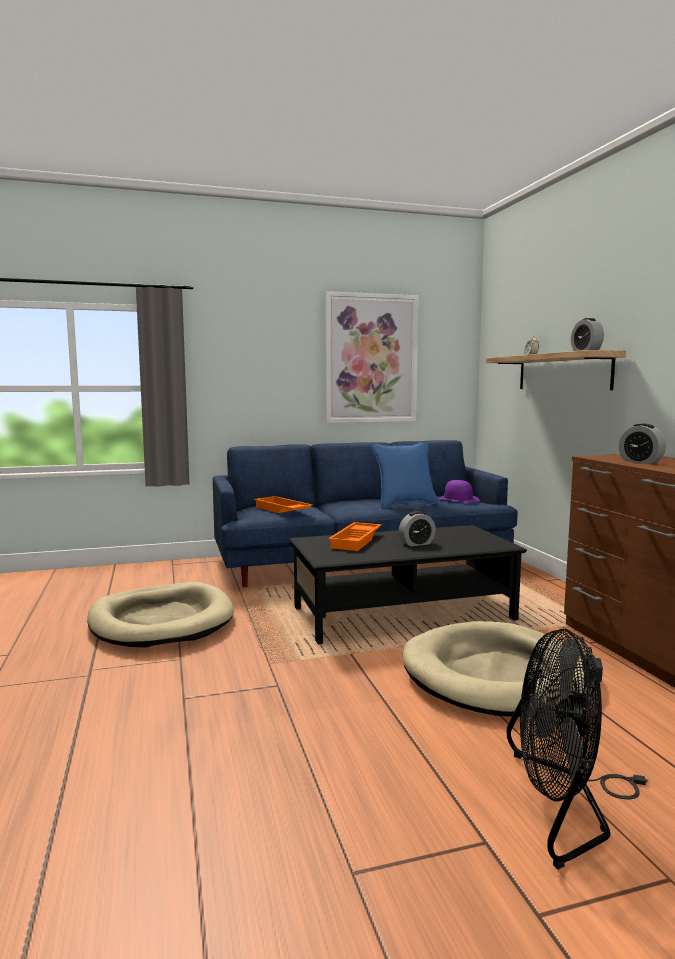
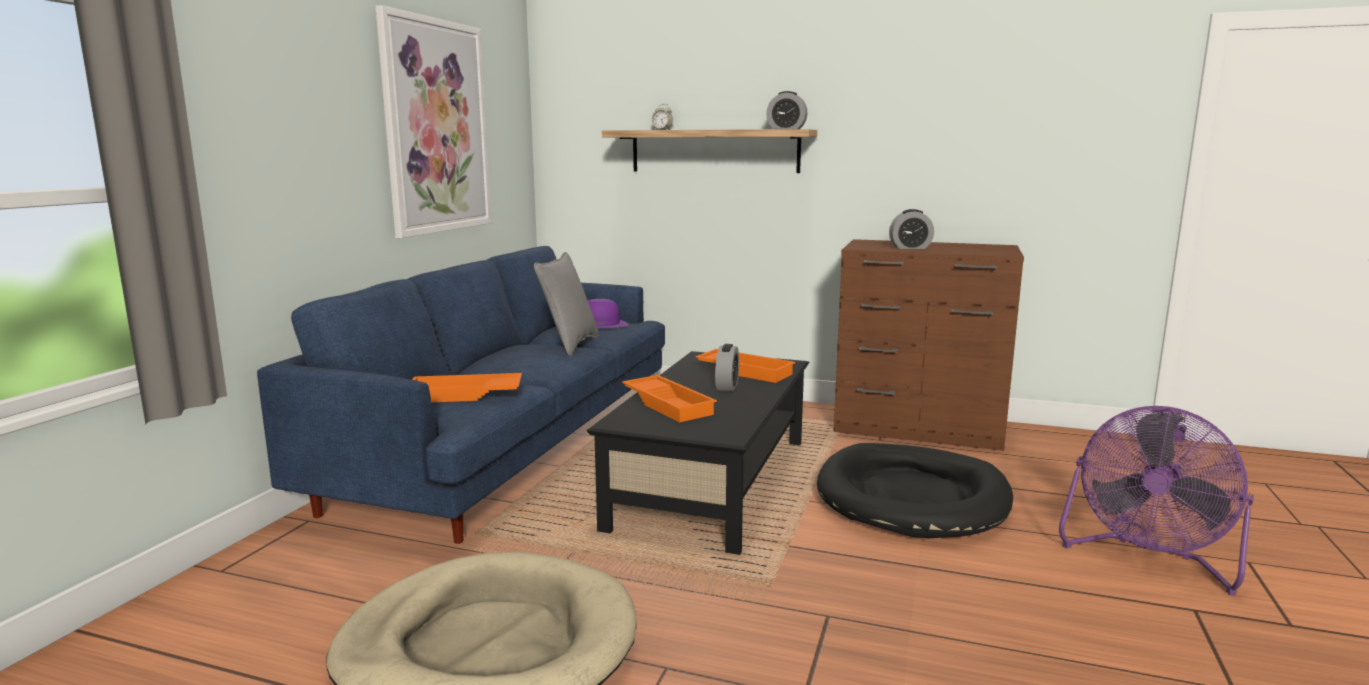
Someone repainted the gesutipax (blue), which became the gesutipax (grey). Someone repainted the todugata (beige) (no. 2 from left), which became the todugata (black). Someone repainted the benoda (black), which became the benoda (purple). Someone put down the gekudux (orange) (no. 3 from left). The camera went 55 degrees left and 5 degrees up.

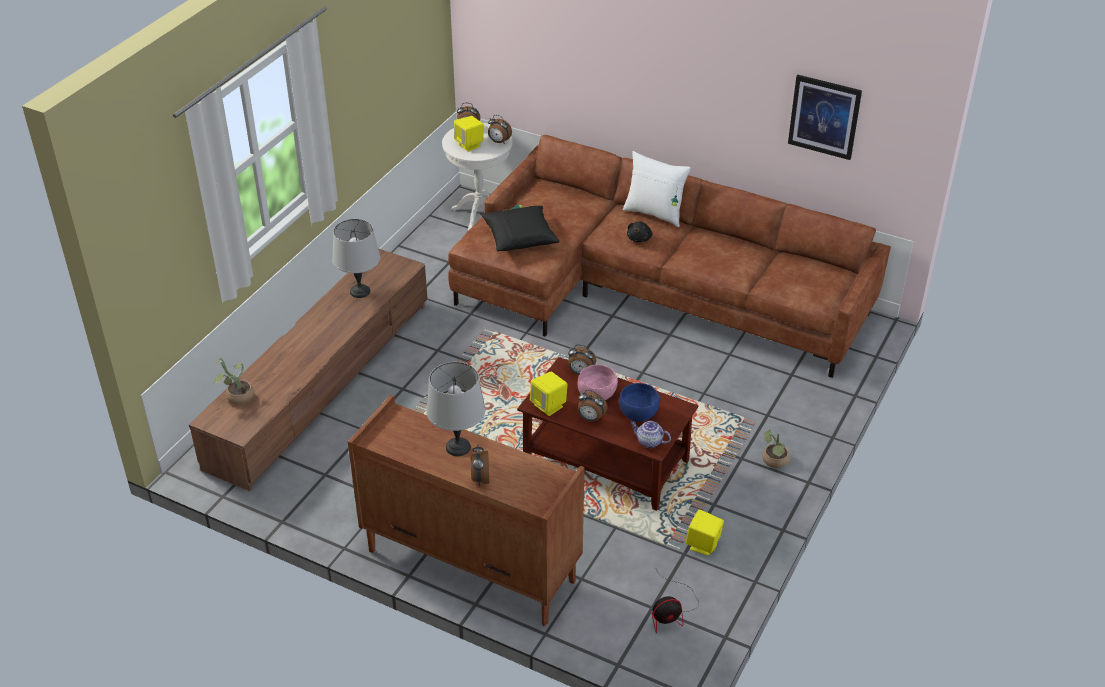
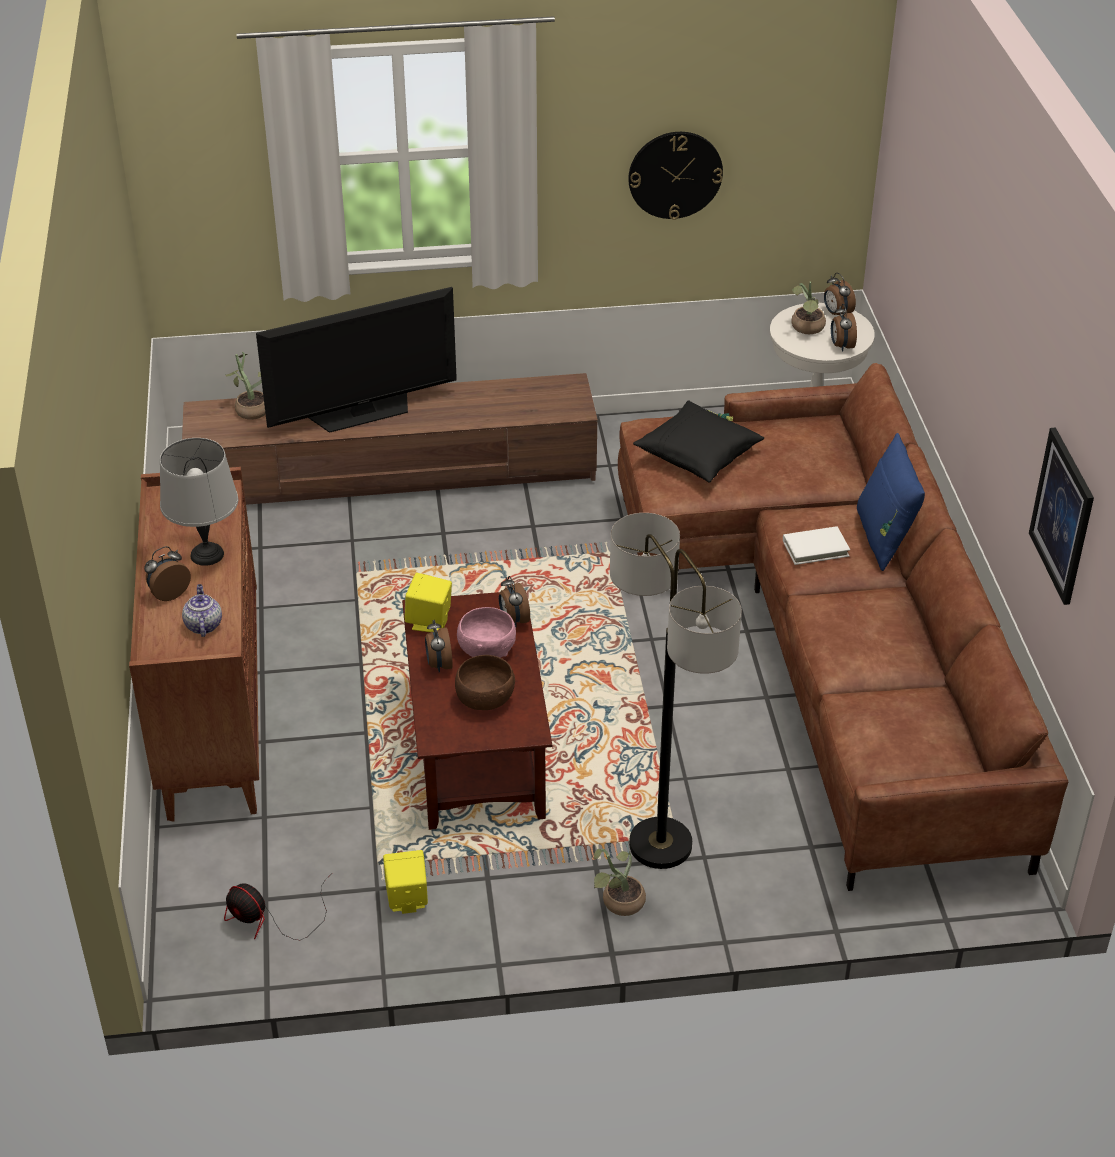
Someone took away the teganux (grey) (no. 1 from left). Someone swapped the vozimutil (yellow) (no. 1 from left) for the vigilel (no. 3 from left). Someone repainted the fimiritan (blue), which became the fimiritan (brown). Someone repainted the gesutipax (white), which became the gesutipax (blue). Someone swapped the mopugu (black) for the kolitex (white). Someone carried the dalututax. Someone put down the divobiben. Someone put down the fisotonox. Someone put up the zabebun. The camera went 55 degrees right and 0 degrees up.

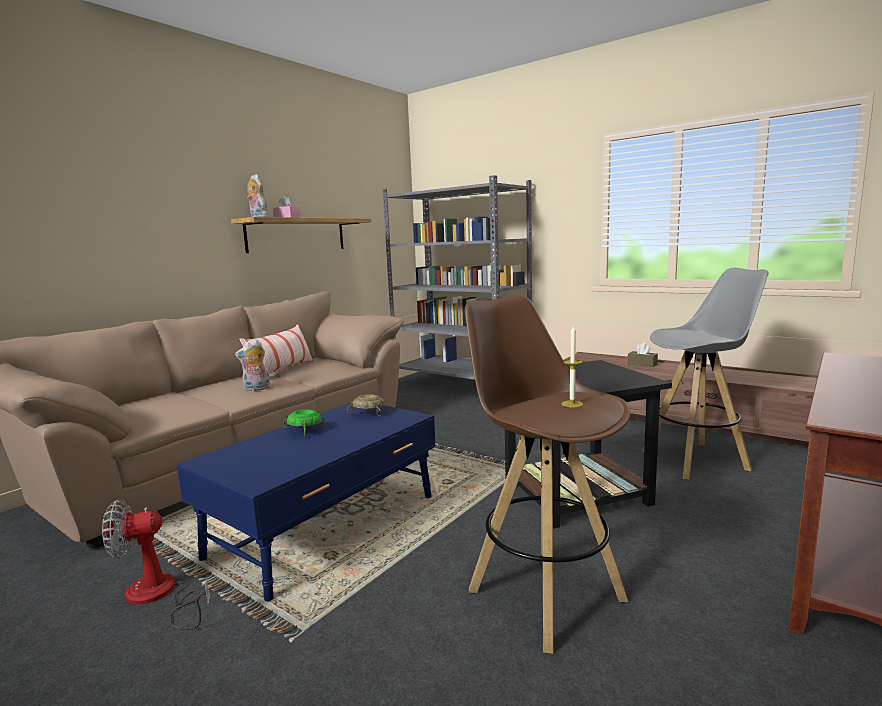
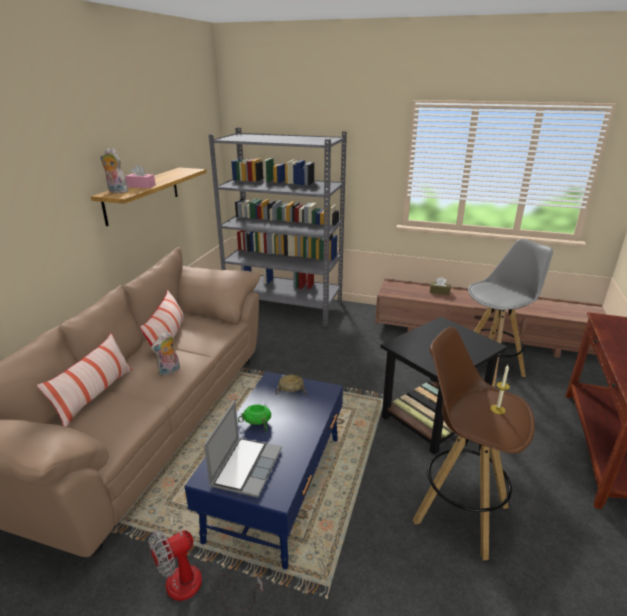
Someone put down the gesutipax (no. 1 from left). Someone put down the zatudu. The camera went 20 degrees left and 15 degrees up.

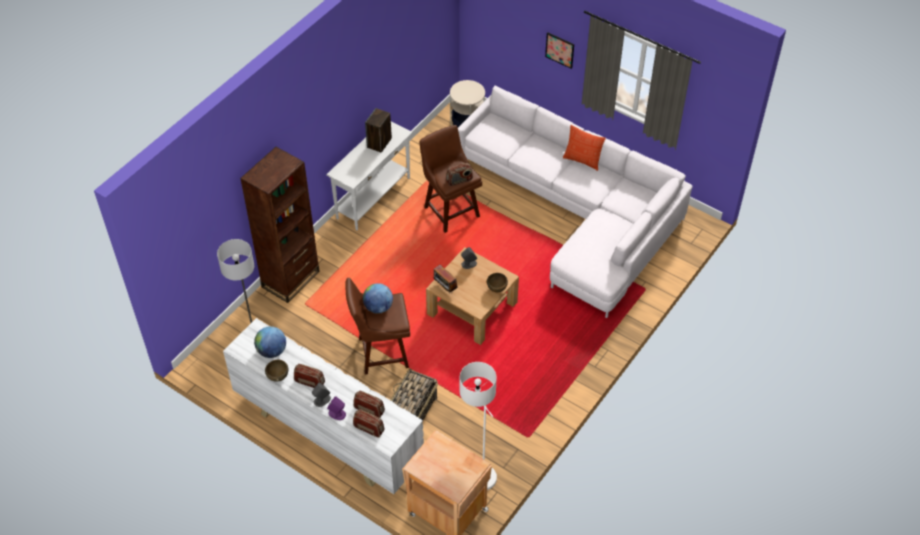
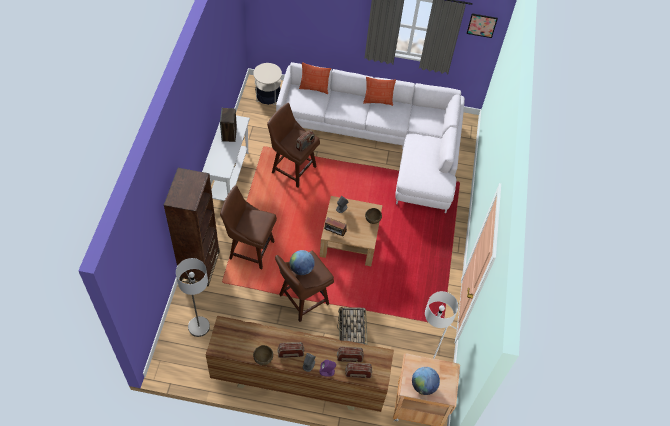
Someone repainted the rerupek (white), which became the rerupek (brown). Someone carried the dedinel (no. 1 from left in the first image). Someone carried the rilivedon. Someone put down the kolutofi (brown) (no. 1 from left). Someone put down the gesutipax (orange) (no. 1 from left). The camera went 30 degrees left and 5 degrees up.

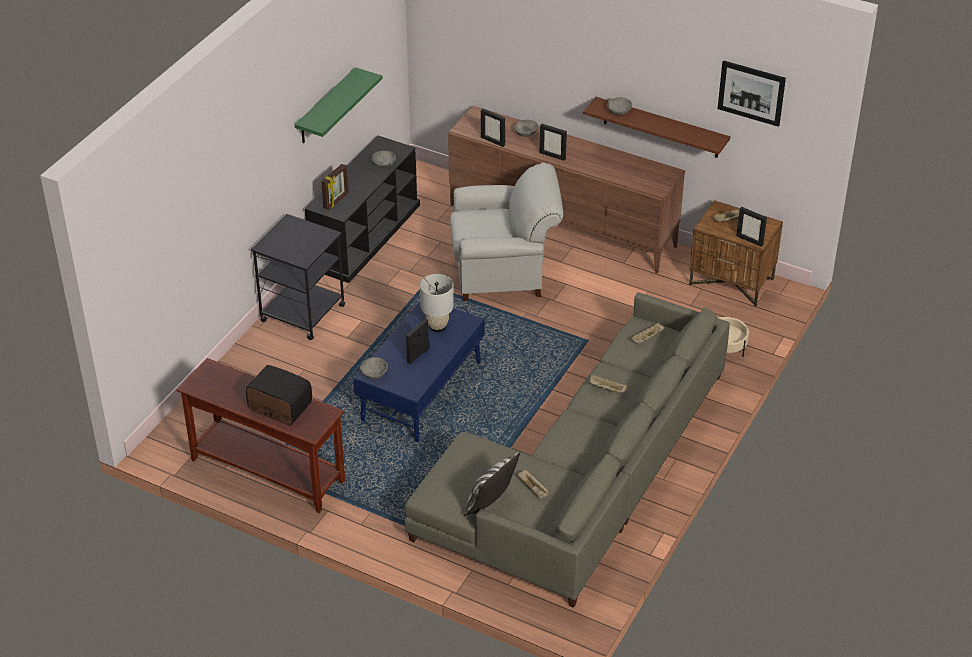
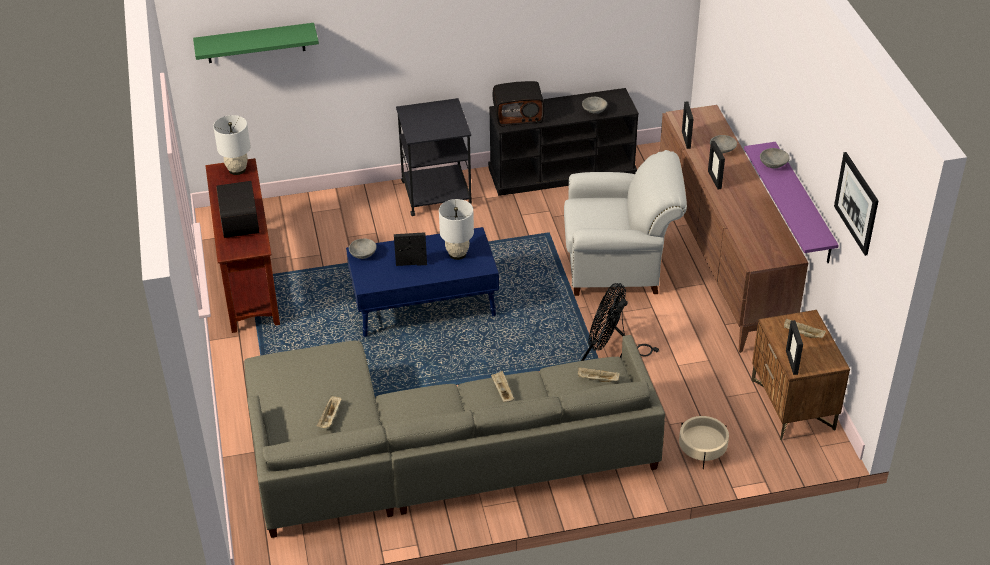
Someone carried the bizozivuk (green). Someone swapped the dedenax (no. 1 from left) for the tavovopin (no. 2 from left). Someone rotated the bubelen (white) by 45 degrees counterclockwise. Someone took away the gesutipax. Someone repainted the bizozivuk (brown), which became the bizozivuk (purple). Someone put down the teganux (white) (no. 1 from left). Someone put down the benoda (black). The camera went 50 degrees right and 0 degrees up.

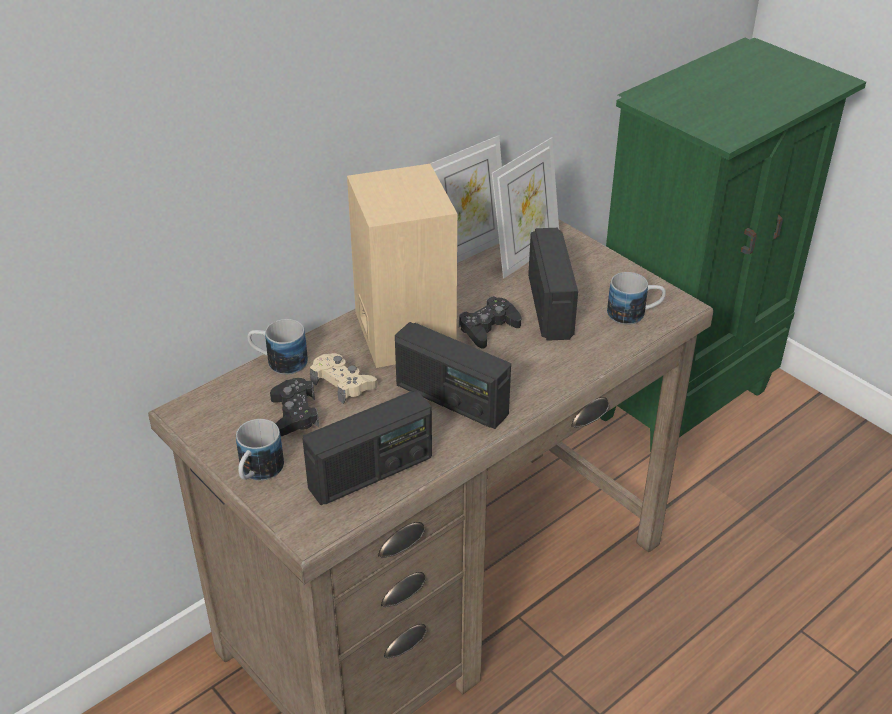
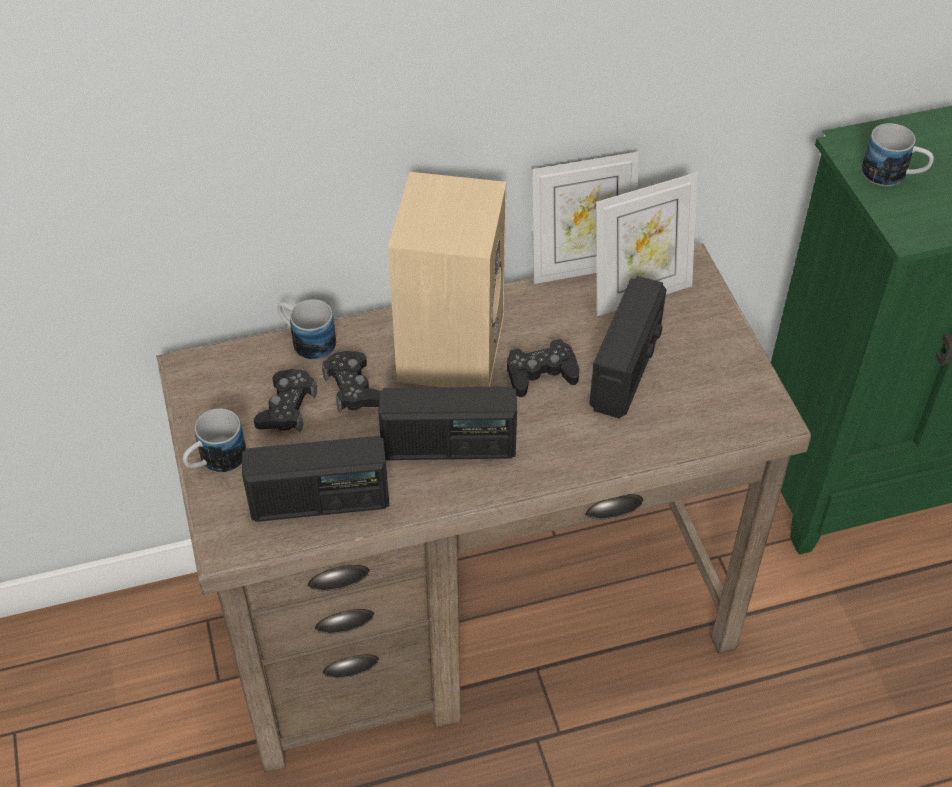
Someone repainted the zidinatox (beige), which became the zidinatox (black) (no. 2 from left). Someone rotated the tavovopin (no. 2 from left) by 60 degrees counterclockwise. Someone carried the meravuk (no. 3 from left). The camera went 25 degrees right and 10 degrees up.

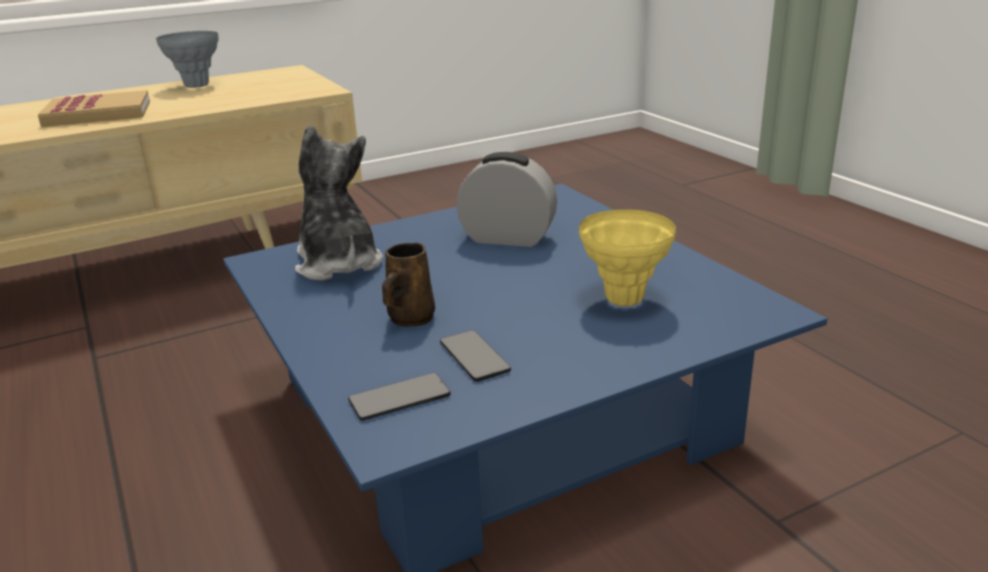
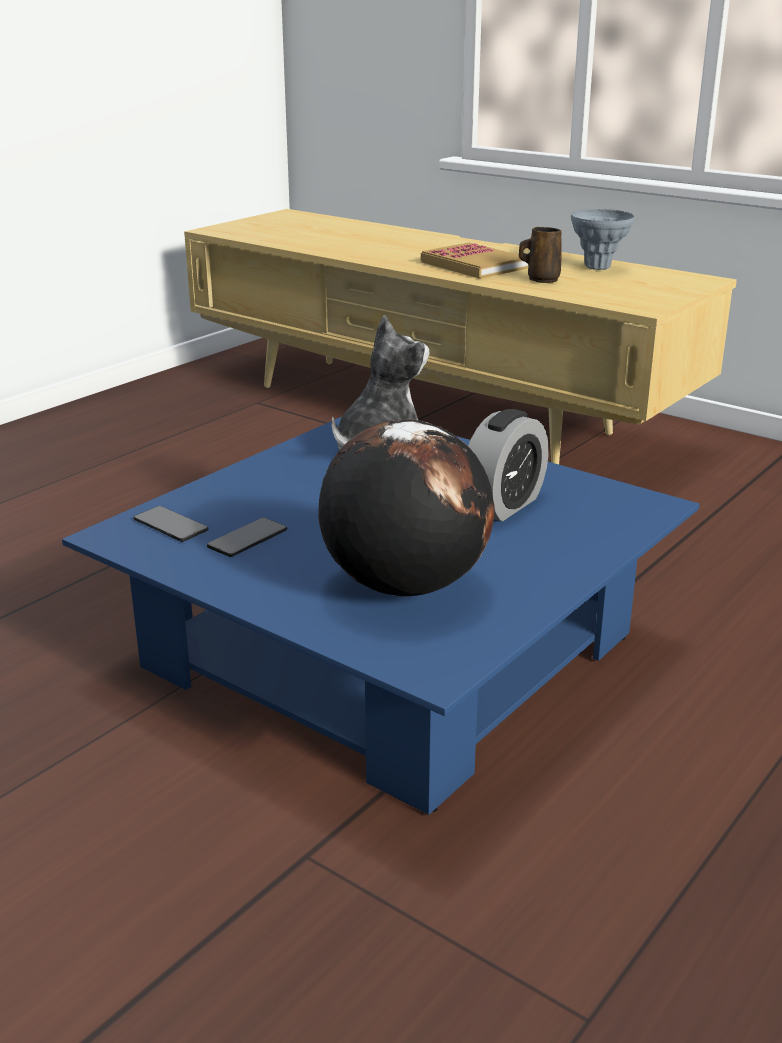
Someone carried the meravuk (brown). Someone rotated the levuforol by 45 degrees clockwise. Someone swapped the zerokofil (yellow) for the dedinel. The camera went 65 degrees right and 0 degrees up.

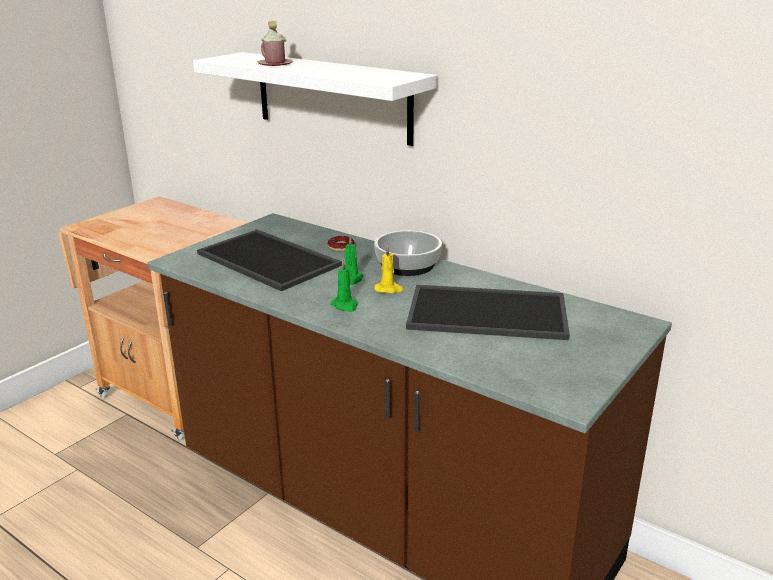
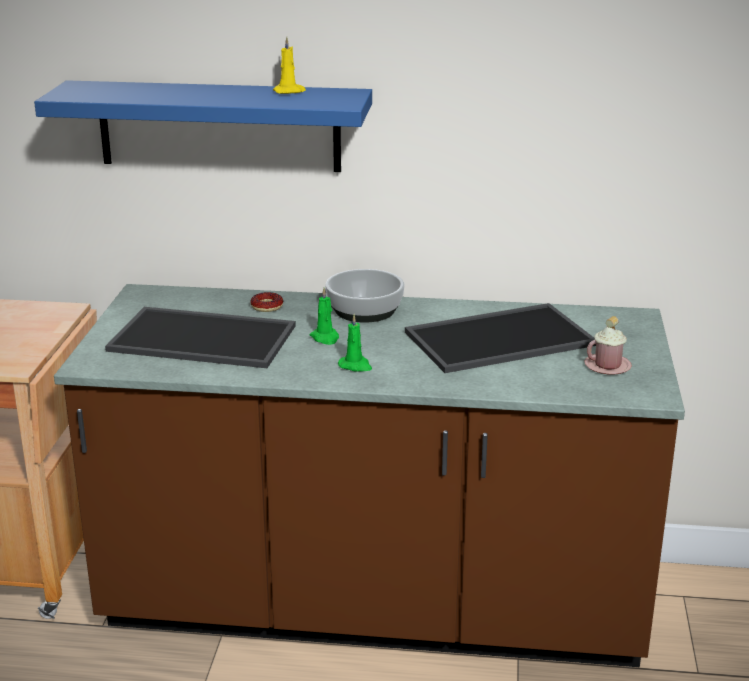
Someone repainted the bizozivuk (white), which became the bizozivuk (blue). Someone carried the meravuk (pink). Someone carried the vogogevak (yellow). The camera went 30 degrees left and 0 degrees up.

